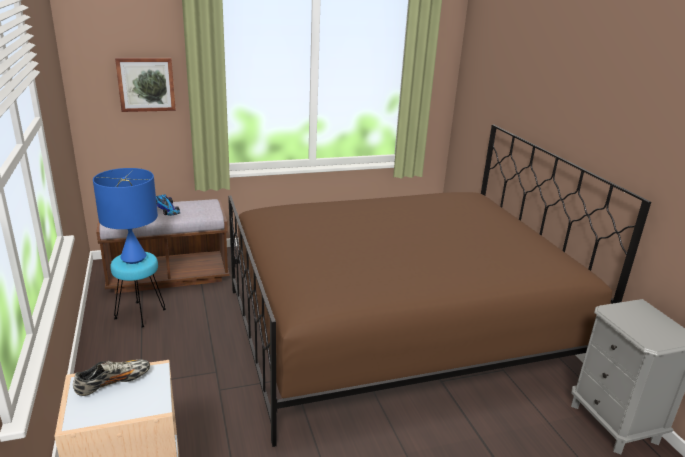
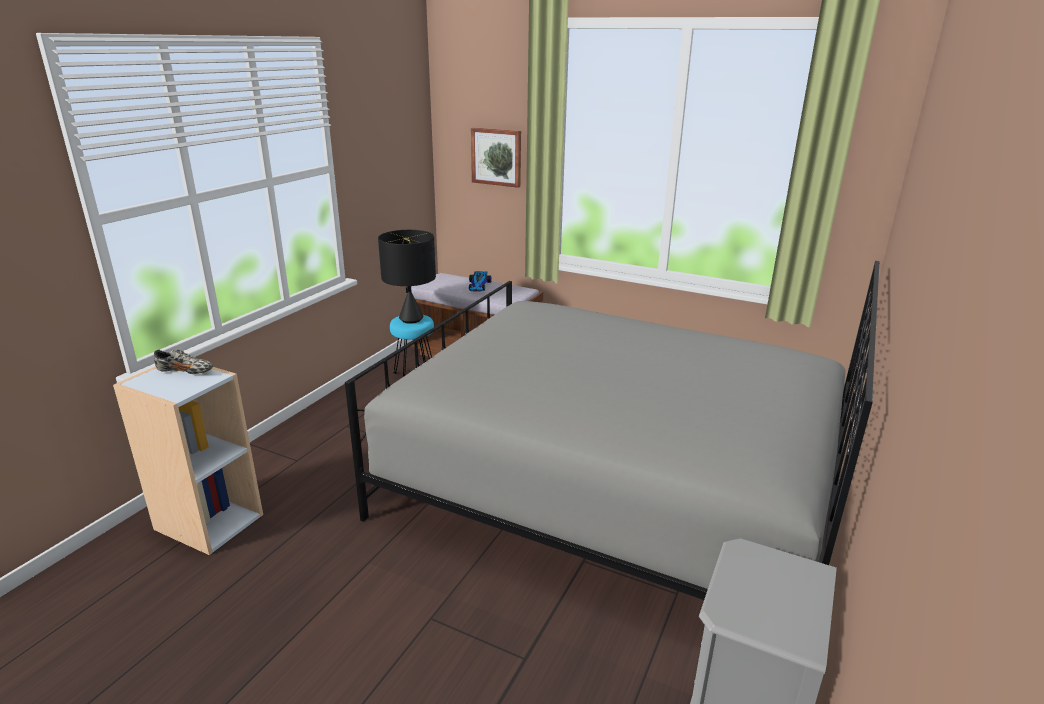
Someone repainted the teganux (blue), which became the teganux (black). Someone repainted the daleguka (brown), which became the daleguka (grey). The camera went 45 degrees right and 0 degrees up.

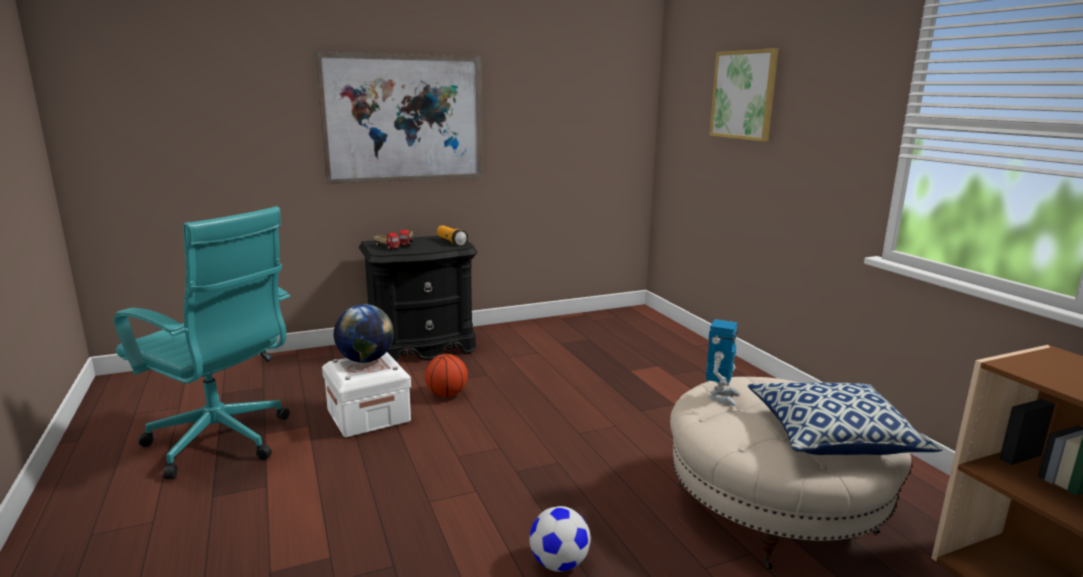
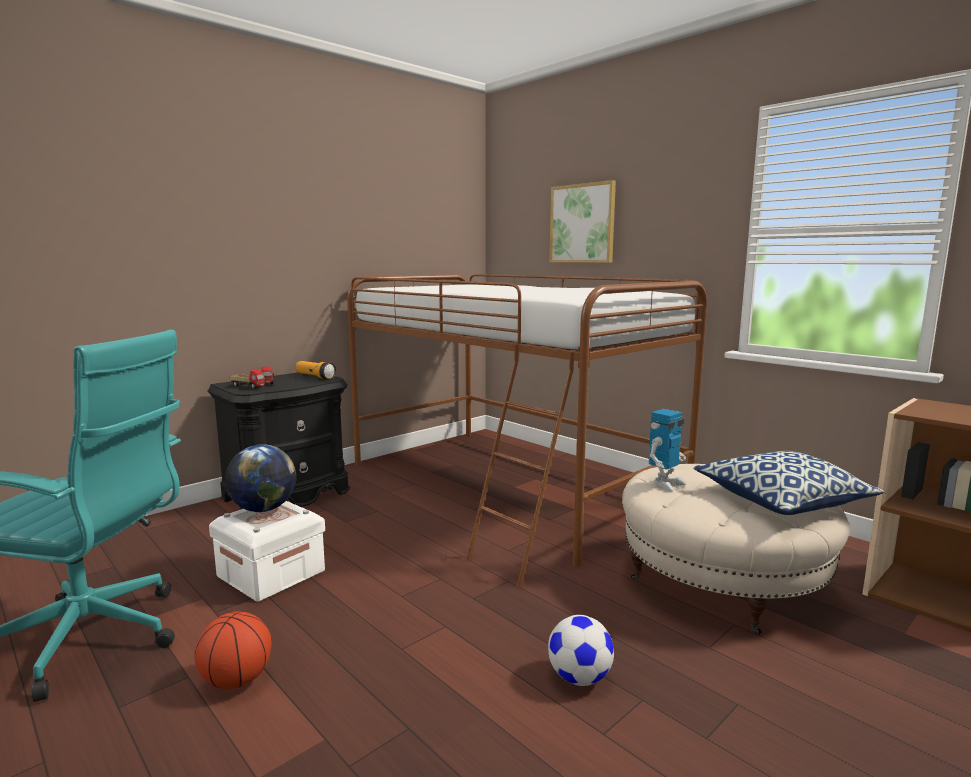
Someone took away the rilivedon (no. 1 from left). Someone carried the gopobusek. Someone rotated the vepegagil by 45 degrees clockwise. Someone put down the daleguka (brown). The camera went 20 degrees left and 5 degrees down.

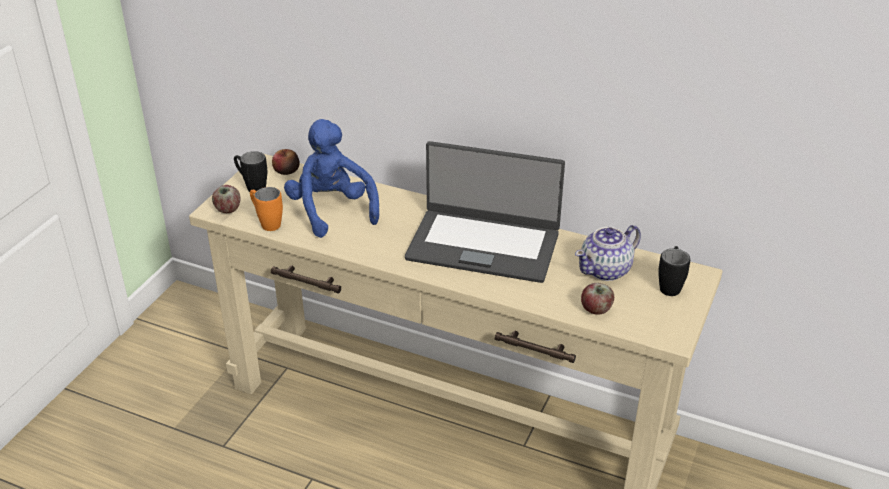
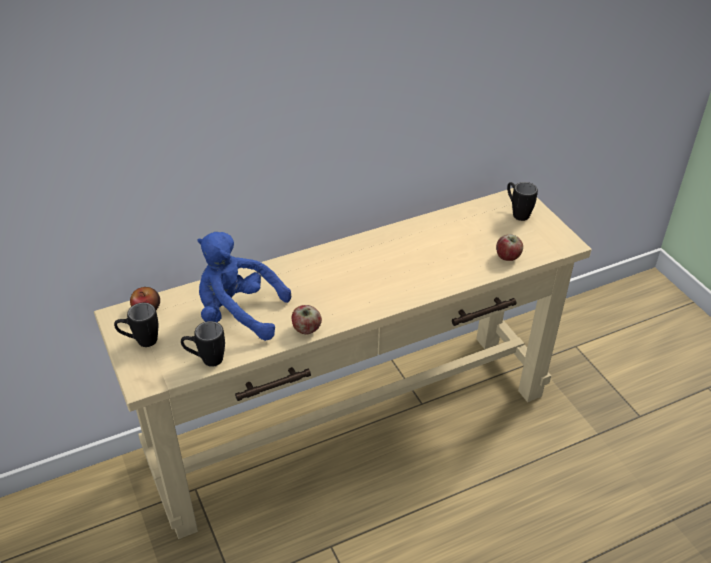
Someone carried the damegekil (no. 1 from left in the first image). Someone repainted the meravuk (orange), which became the meravuk (black) (no. 2 from left). Someone took away the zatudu. Someone took away the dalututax. The camera went 50 degrees left and 5 degrees up.

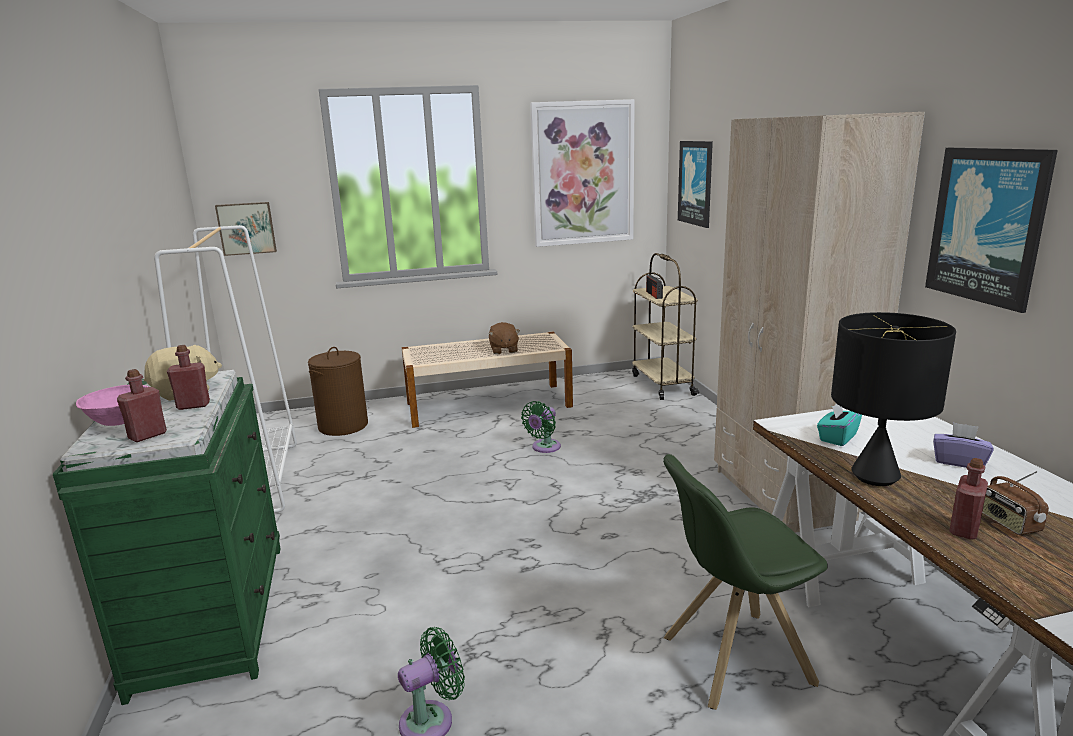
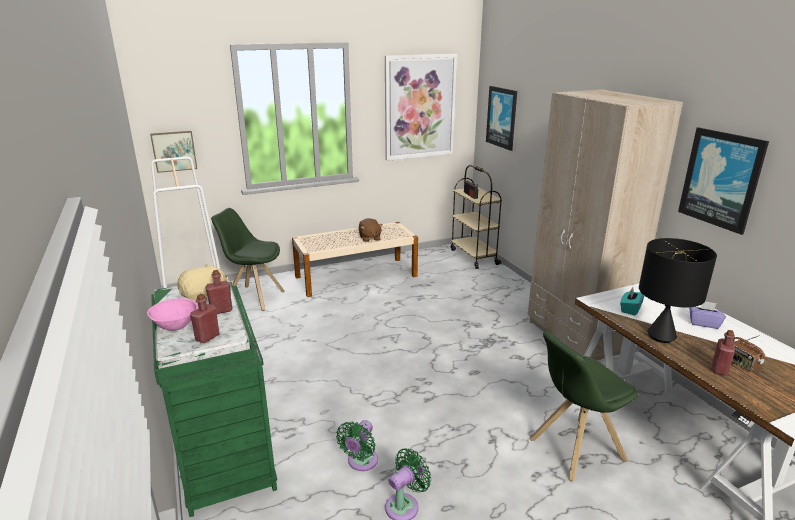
Someone swapped the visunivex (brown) for the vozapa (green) (no. 1 from left). Someone carried the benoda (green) (no. 2 from left in the first image). The camera went 10 degrees left and 5 degrees up.

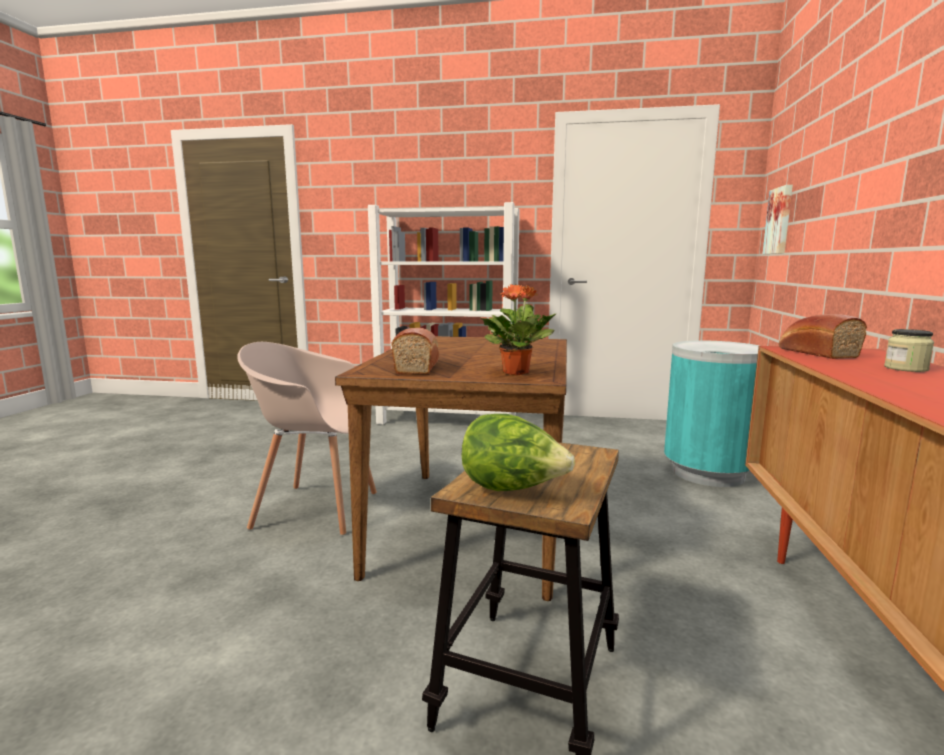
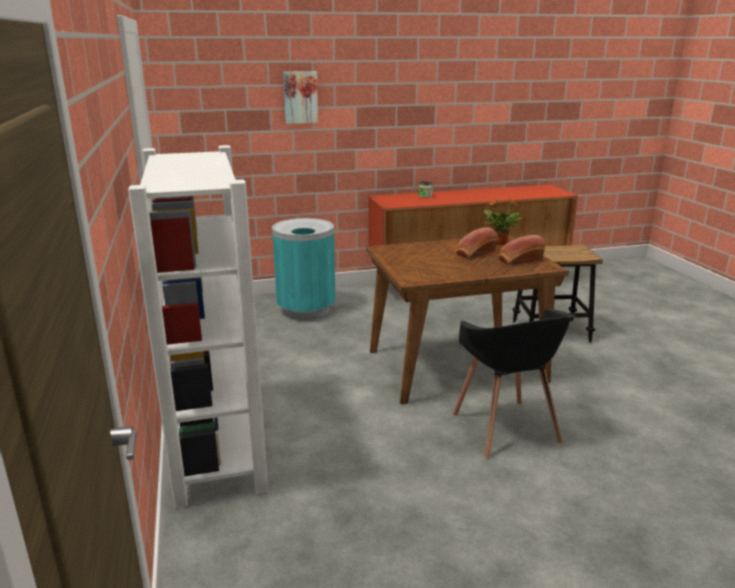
Someone repainted the vozapa (beige), which became the vozapa (black). Someone took away the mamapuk. Someone carried the rilivedon. Someone carried the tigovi (no. 2 from left in the first image). The camera went 115 degrees left and 10 degrees up.

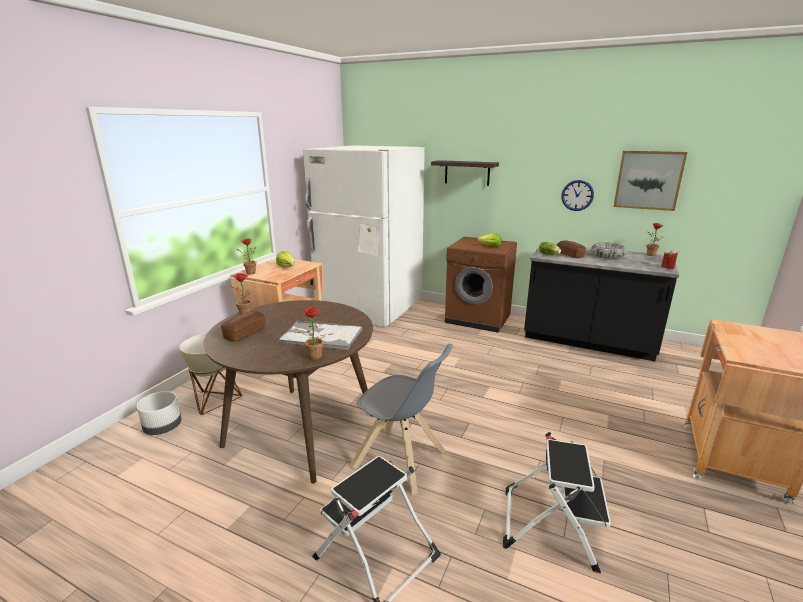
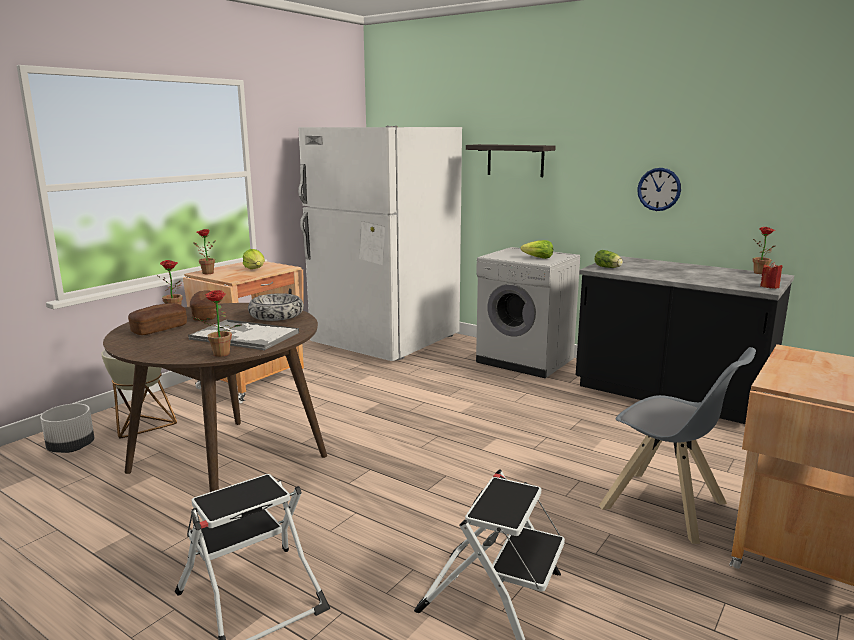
Someone carried the vozapa (grey). Someone repainted the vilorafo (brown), which became the vilorafo (white). Someone carried the tigovi (no. 2 from left). Someone carried the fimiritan. Someone took away the rilivedon. The camera went 10 degrees right and 5 degrees down.

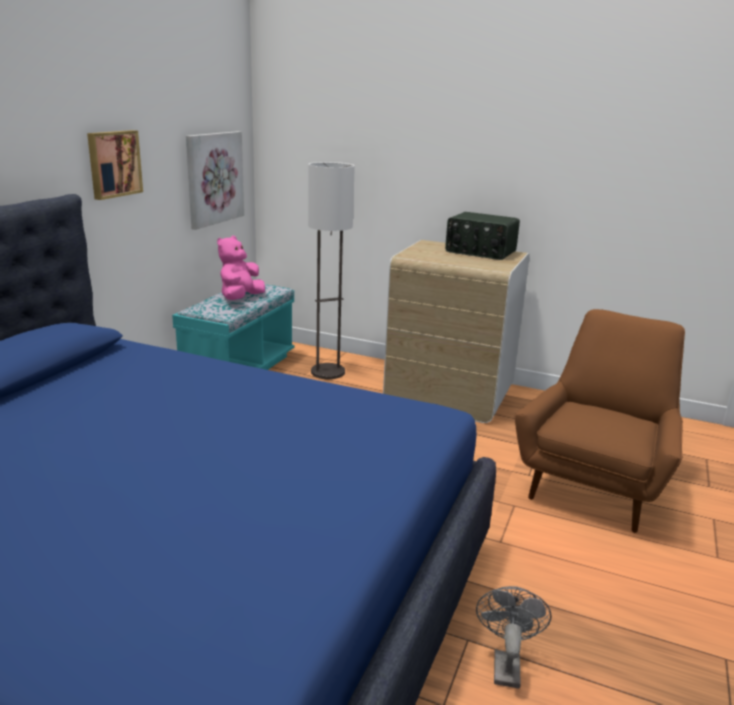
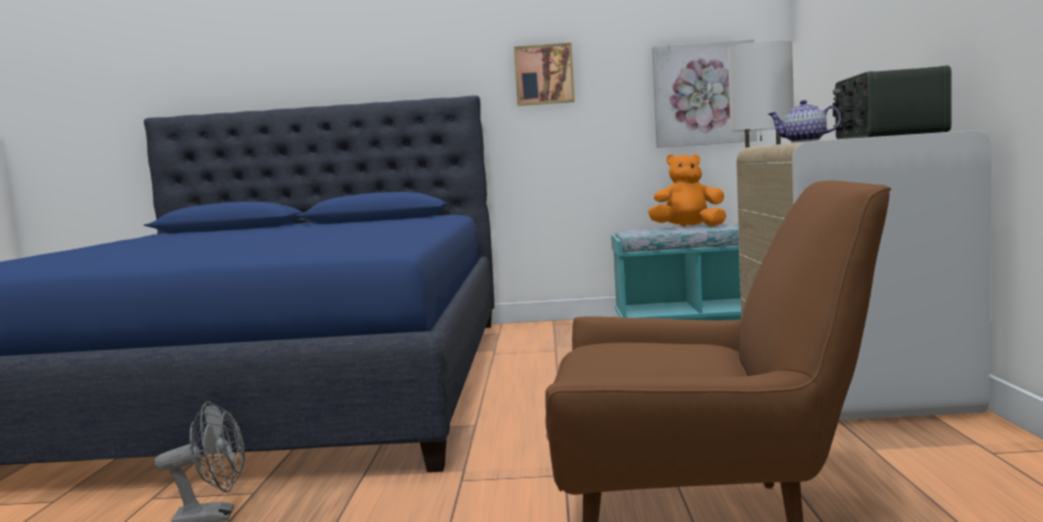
Someone repainted the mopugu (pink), which became the mopugu (orange). Someone put down the dalututax. The camera went 70 degrees right and 15 degrees down.

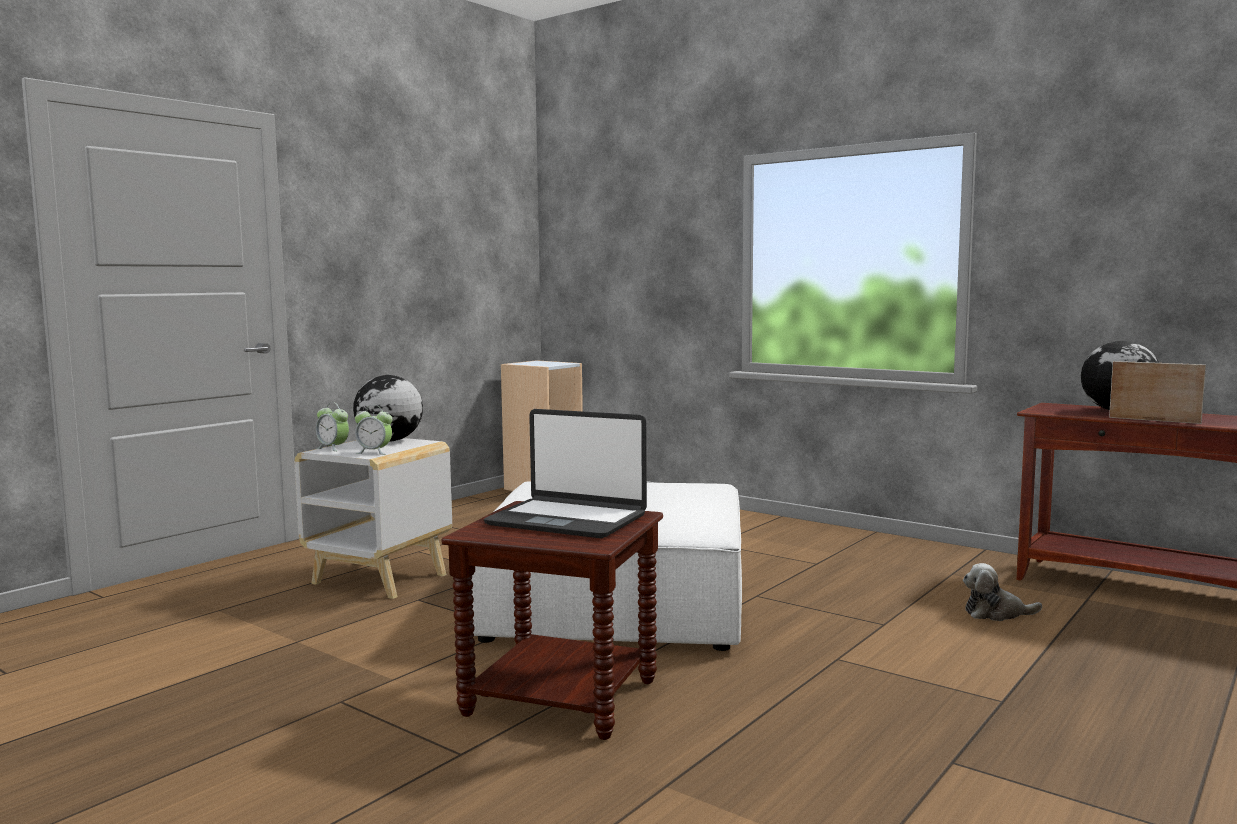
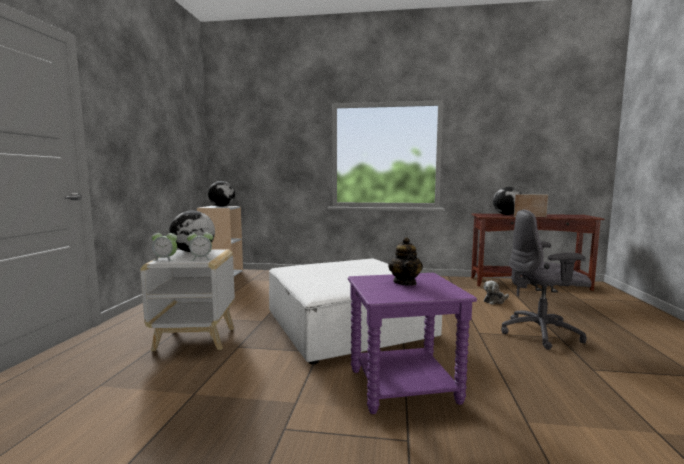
Someone repainted the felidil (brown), which became the felidil (purple). Someone swapped the zatudu for the dalututax. Someone put down the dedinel (no. 2 from left). Someone put down the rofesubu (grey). The camera went 30 degrees left and 0 degrees up.

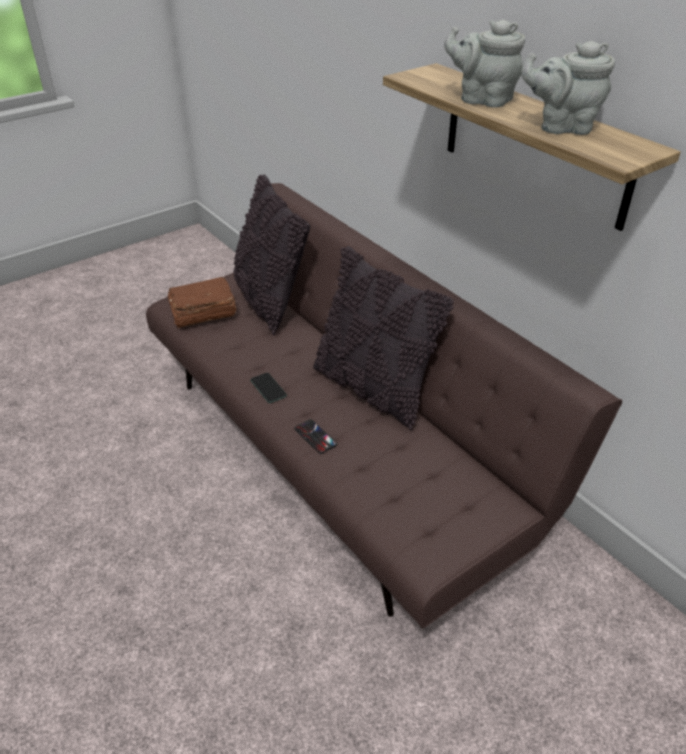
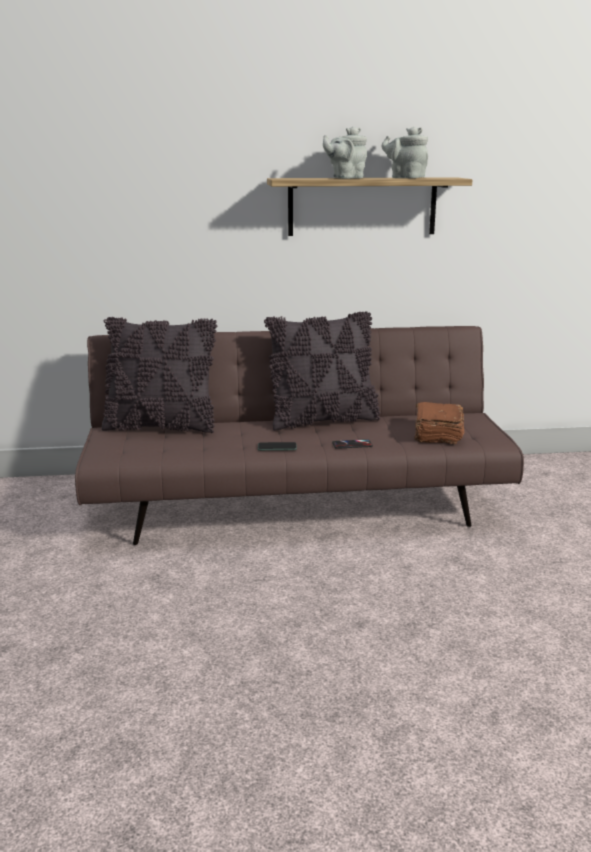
Someone carried the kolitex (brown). Someone rotated the dalututax (grey) (no. 2 from left) by 90 degrees clockwise. The camera went 60 degrees left and 20 degrees down.

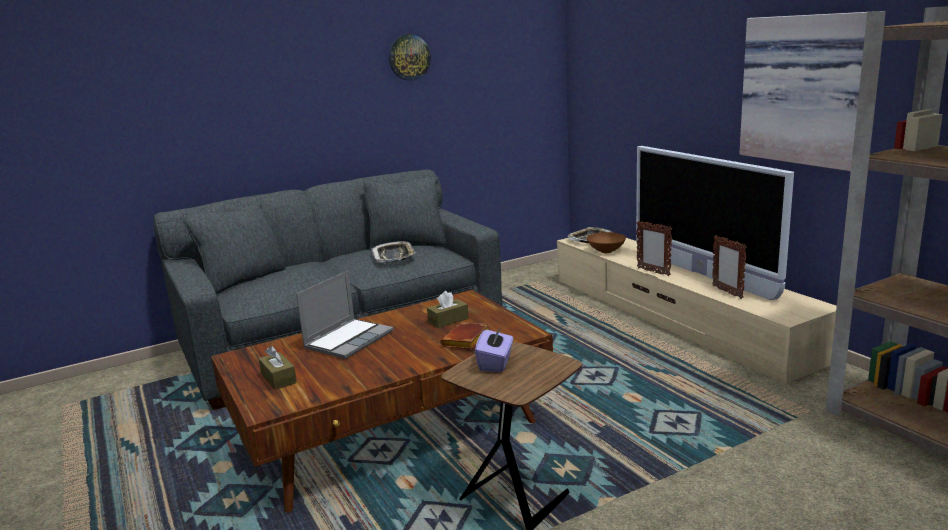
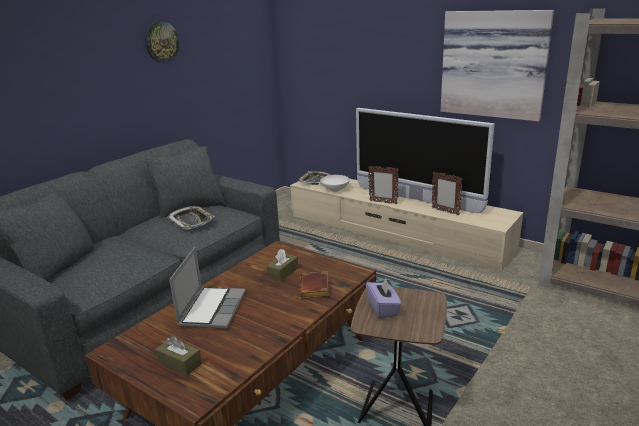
Someone repainted the fimiritan (brown), which became the fimiritan (white). The camera went 25 degrees left and 5 degrees up.

